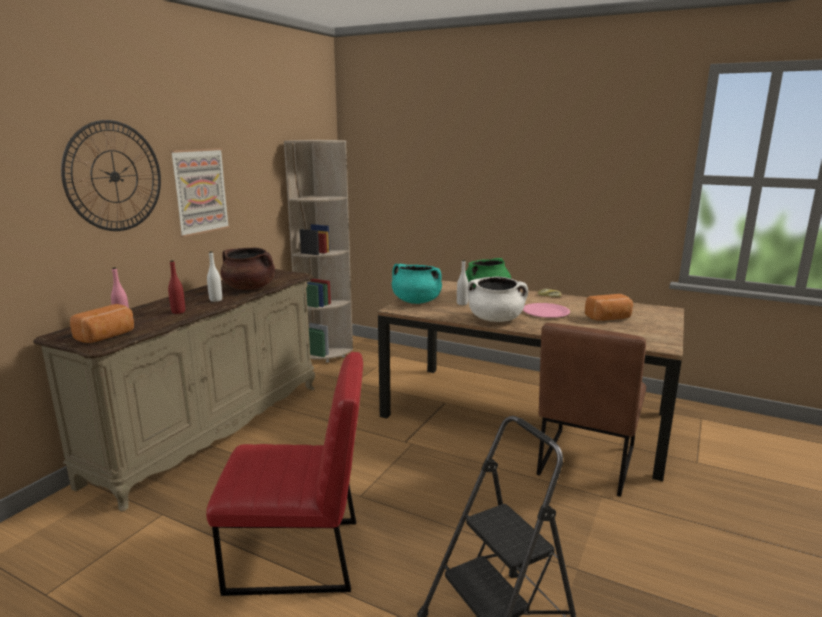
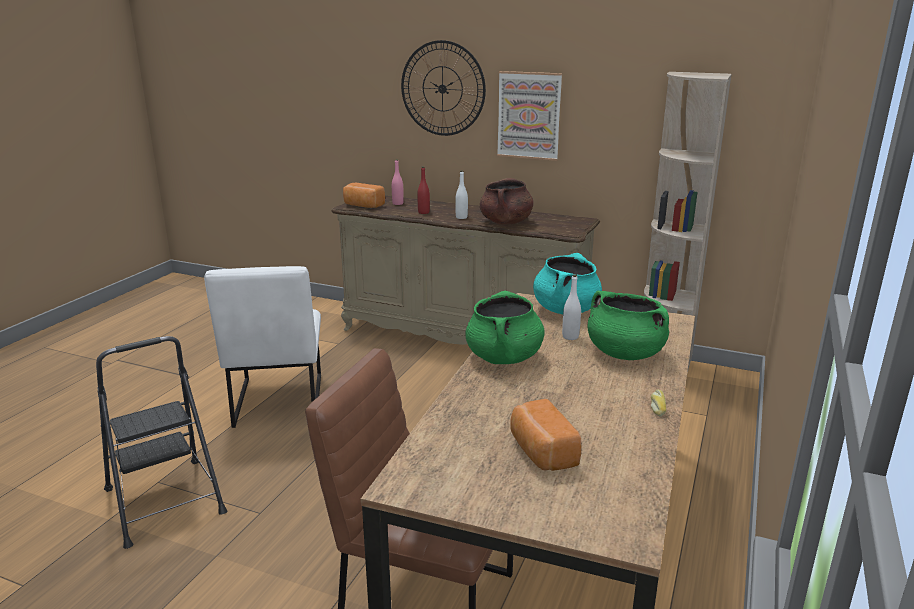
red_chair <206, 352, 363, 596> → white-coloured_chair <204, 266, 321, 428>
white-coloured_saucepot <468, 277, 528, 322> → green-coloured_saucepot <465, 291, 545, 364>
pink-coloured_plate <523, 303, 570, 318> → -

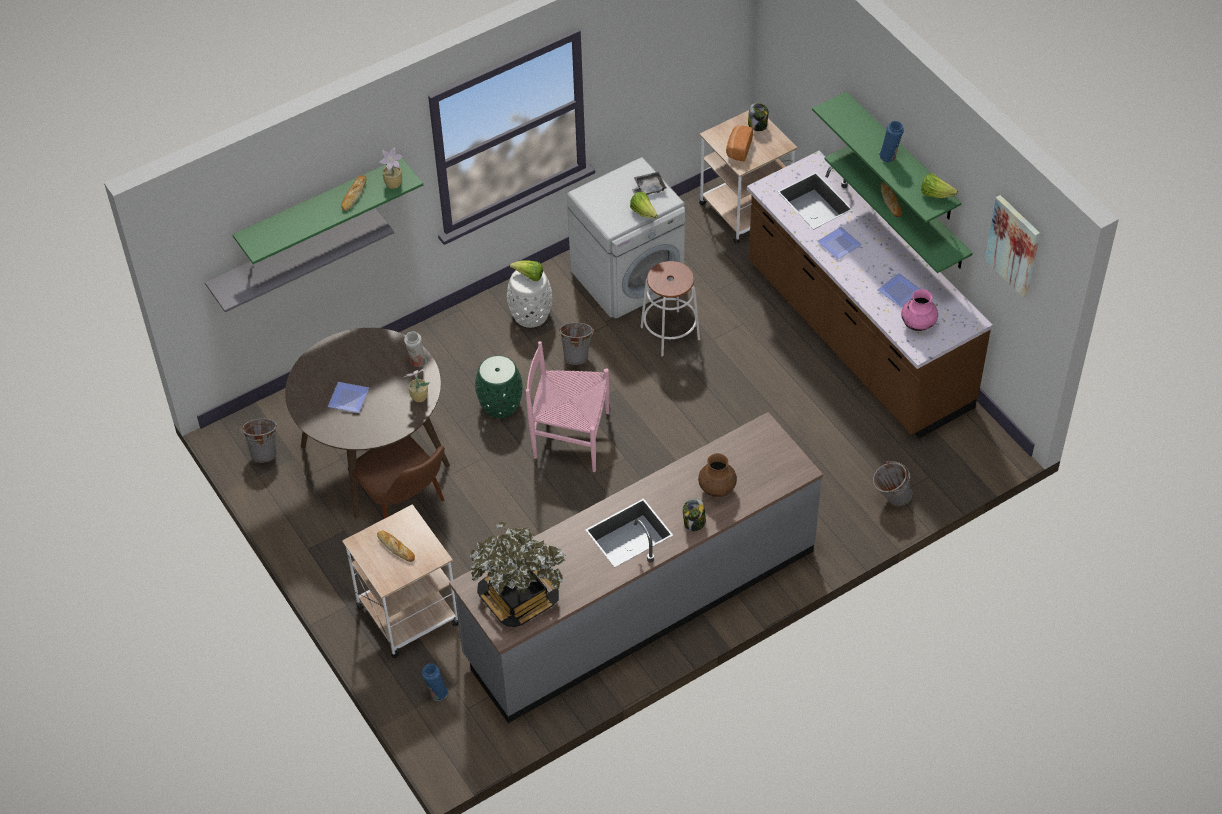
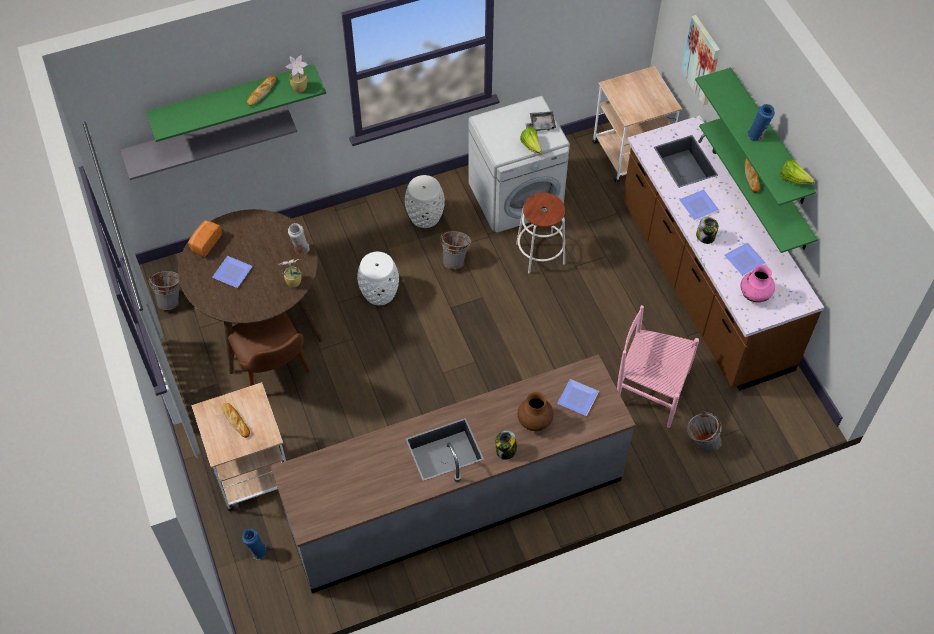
bakery_bread <726, 126, 753, 162> → bakery_bread <188, 221, 222, 257>, moved
green-coloured_stool_seat <475, 356, 523, 418> → white-coloured_stool_seat <357, 252, 399, 305>
- → plate <557, 379, 599, 416>
pink-coloured_chair <526, 341, 609, 472> → pink-coloured_chair <617, 305, 699, 428>, moved
wall_picture <985, 195, 1040, 298> → wall_picture <681, 15, 720, 106>, moved
storage_jar <748, 103, 768, 131> → storage_jar <696, 217, 719, 244>, moved
potted_plant <470, 522, 566, 627> → -
head_of_lettuce <510, 260, 543, 281> → -

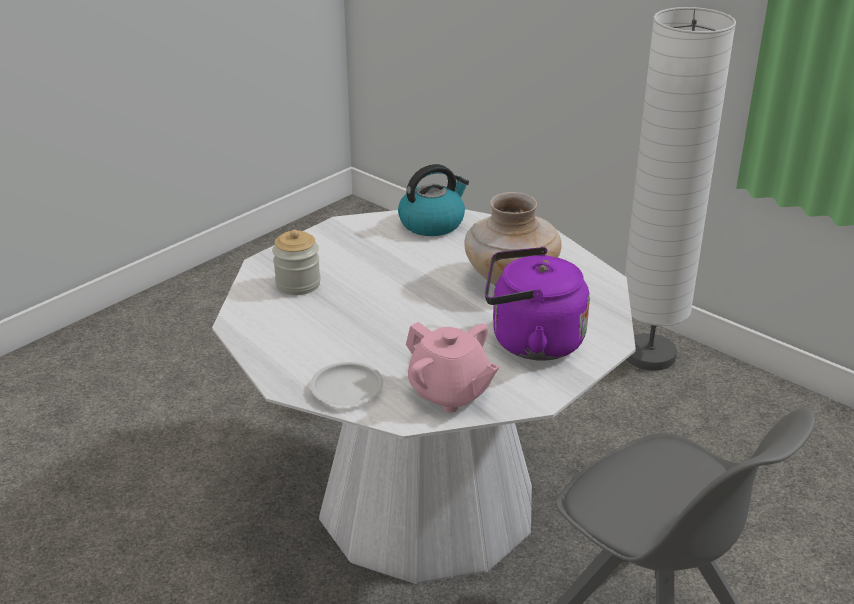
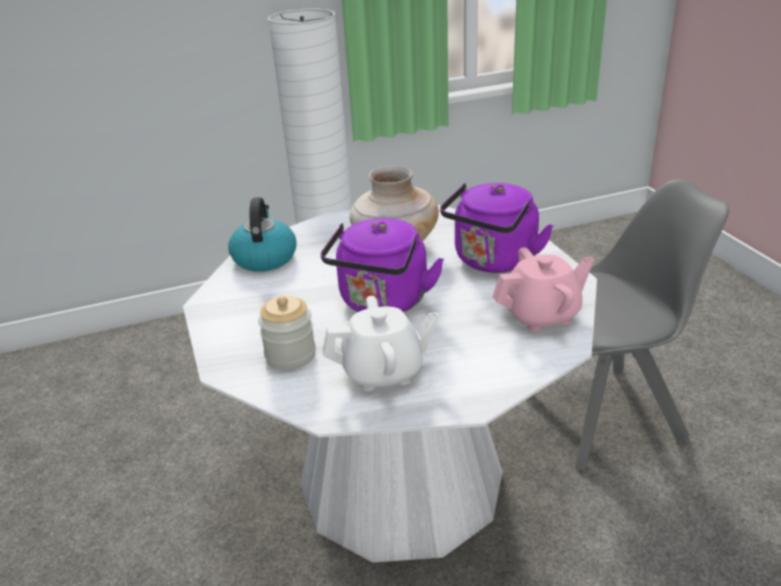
- → purplish_tea_kettle <321, 218, 444, 312>
- → white-coloured_tea_pot <323, 296, 439, 391>
white-coloured_plate <310, 362, 383, 406> → -

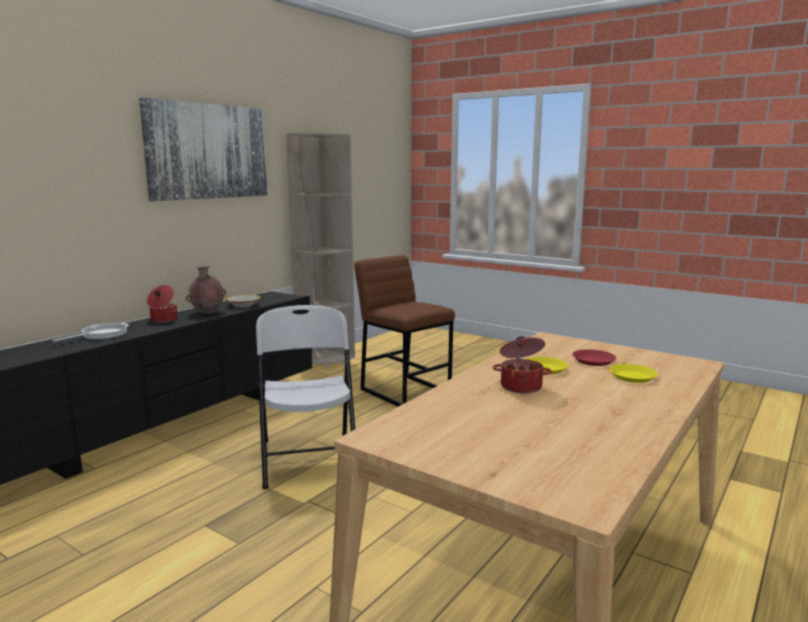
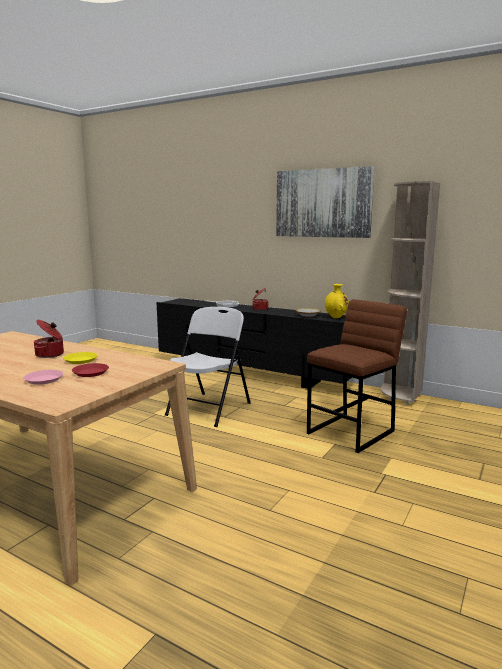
yellow-coloured_plate <609, 364, 658, 383> → pink-coloured_plate <23, 370, 63, 385>
white-coloured_chair <256, 305, 355, 489> → white-coloured_chair <165, 307, 251, 427>, 45 degrees counterclockwise
- → yellow-coloured_vase <325, 284, 349, 318>
brown-coloured_vase <186, 265, 226, 314> → -

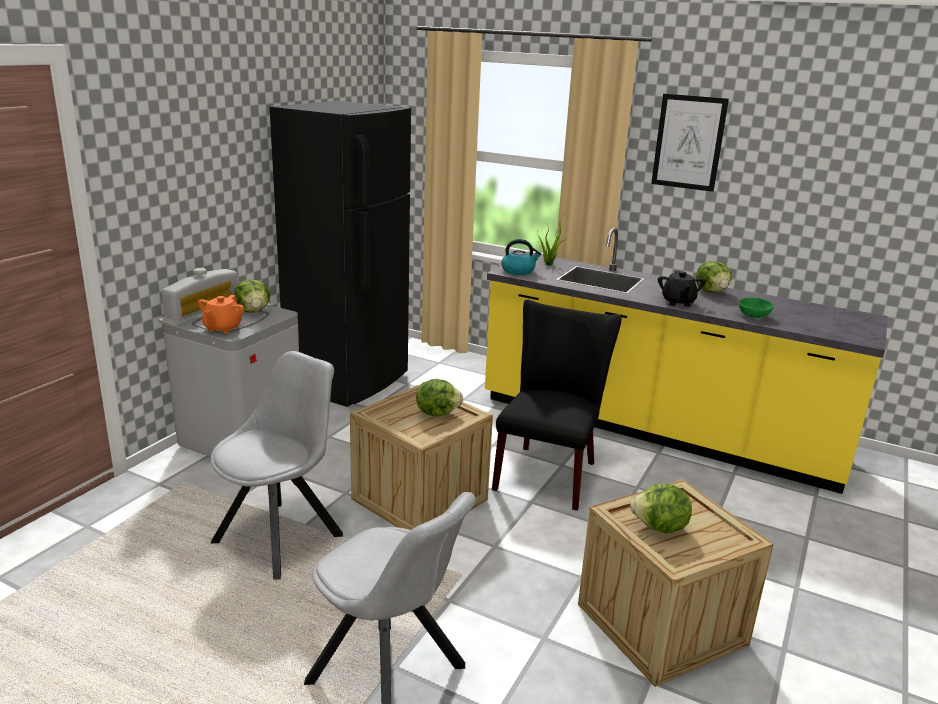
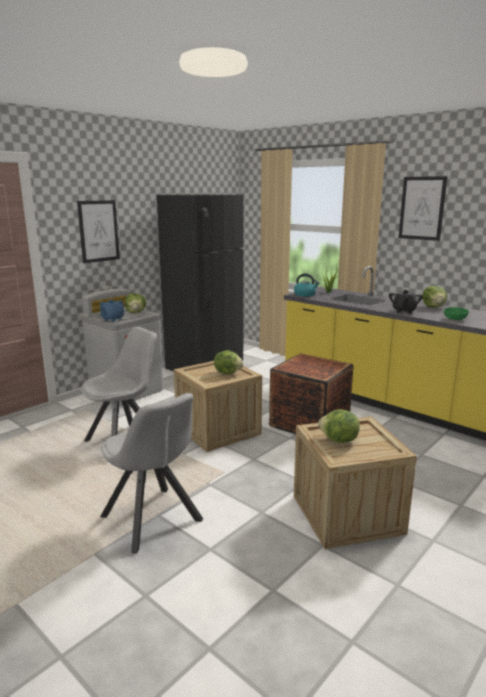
- → wall_picture <77, 200, 120, 263>
orange-coloured_tea_pot <198, 295, 244, 334> → bluish_tea_pot <100, 300, 124, 322>
black_chair <492, 299, 622, 511> → crate <269, 353, 354, 434>

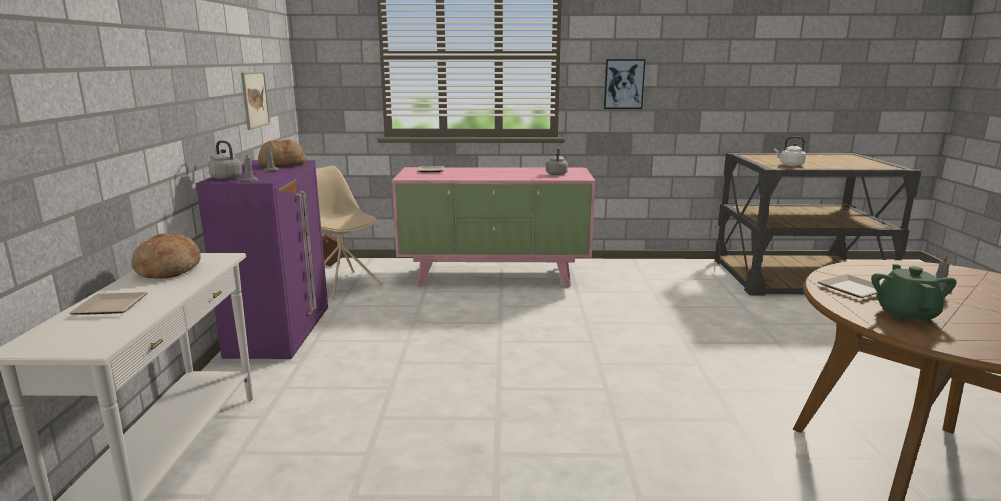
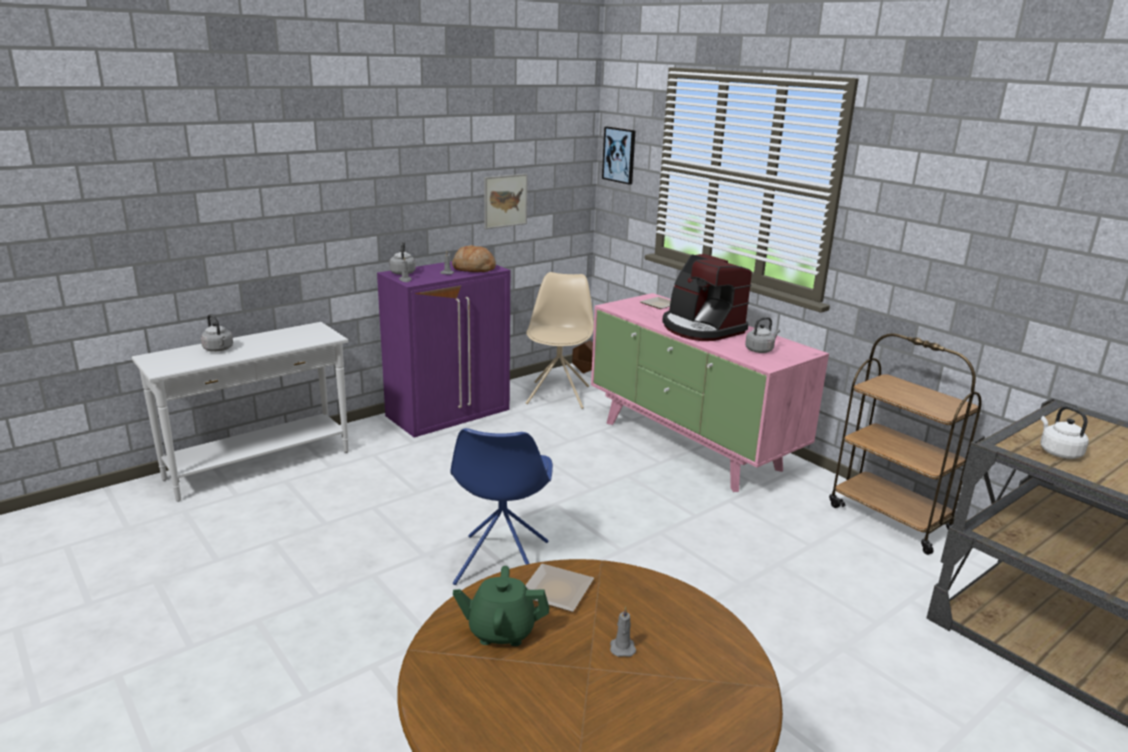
plate <69, 292, 148, 315> → gray_tea_kettle <201, 314, 233, 352>
- → bluish_chair <450, 428, 553, 585>
green-coloured_tea_pot <871, 264, 957, 323> → green-coloured_tea_pot <453, 566, 549, 646>, 150 degrees counterclockwise
wall_picture <604, 59, 646, 109> → wall_picture <602, 127, 636, 185>, moved
- → coffee_brewer <662, 254, 752, 341>
- → brown-coloured_wheeled_cart <829, 333, 982, 555>
bakery_bread <131, 233, 201, 279> → -

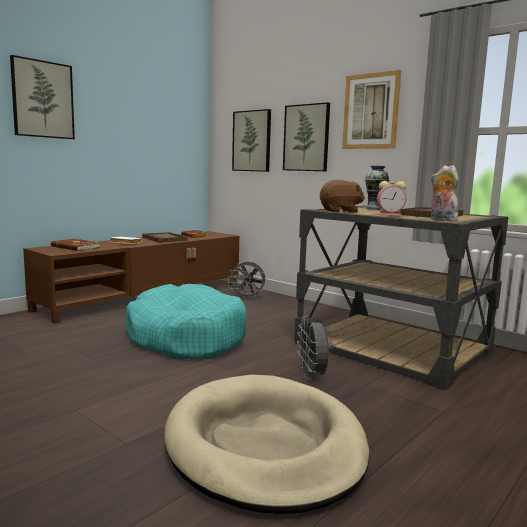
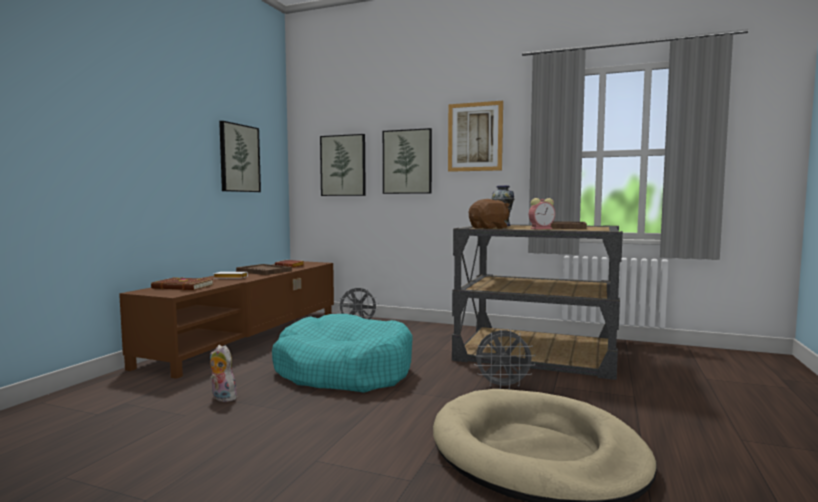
cuddly_toy <431, 165, 459, 222> → cuddly_toy <210, 345, 237, 402>, moved
wall_picture <10, 55, 75, 139> → wall_picture <219, 121, 261, 192>, moved
gray_cooling_fan <297, 316, 333, 380> → gray_cooling_fan <474, 330, 536, 389>, 60 degrees counterclockwise

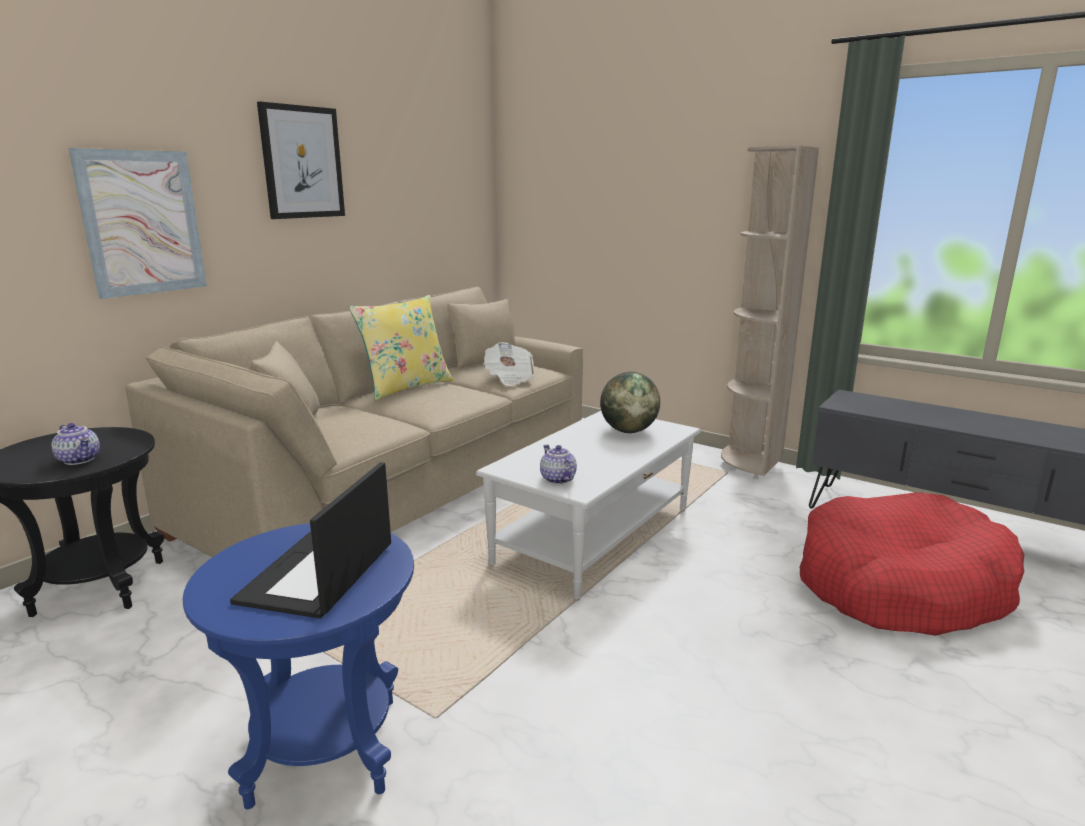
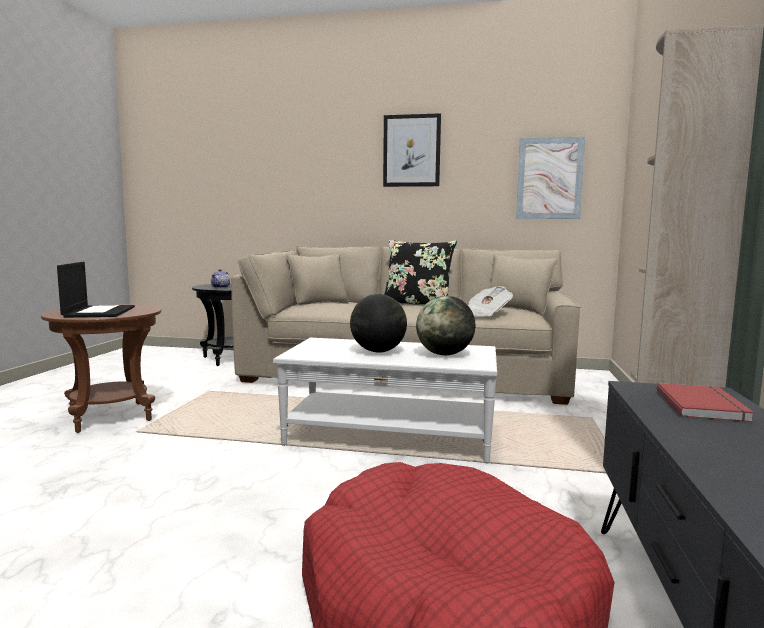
bluish_side_table <183, 523, 414, 810> → brown-coloured_side_table <41, 304, 161, 433>
notebook_computer <230, 462, 391, 619> → notebook_computer <57, 262, 135, 318>, 90 degrees clockwise
- → world_globe <350, 294, 407, 353>
yellow-coloured_cushion <349, 295, 453, 400> → black_cushion <384, 240, 457, 305>
wall_picture <68, 148, 207, 299> → wall_picture <516, 137, 585, 219>, moved
- → red_volume <657, 383, 755, 422>
tea_pot <540, 445, 577, 484> → -

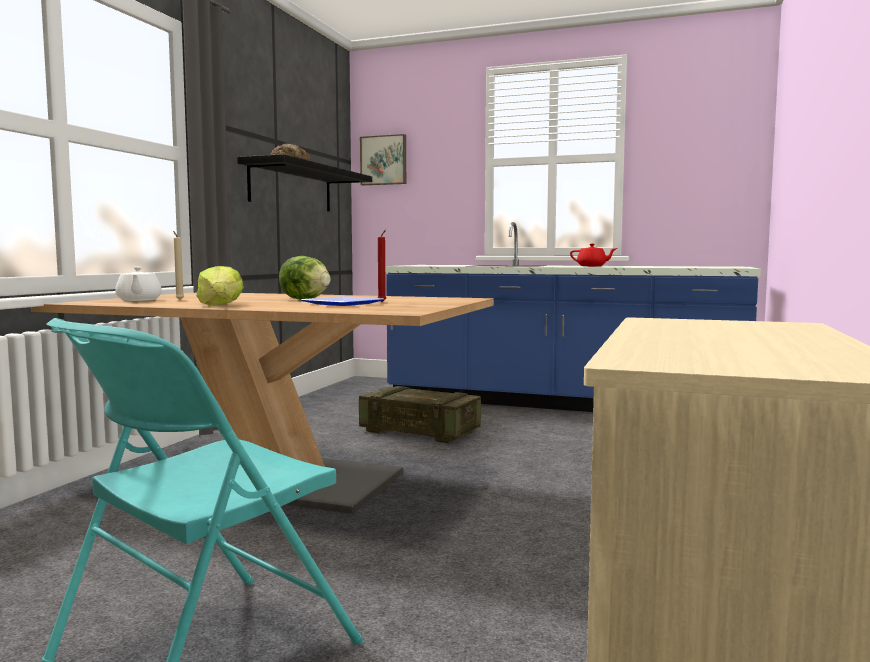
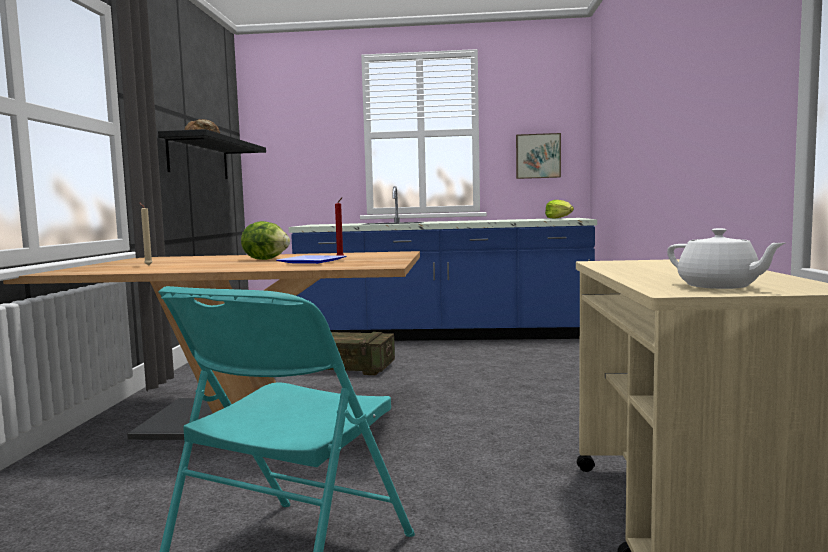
wall_picture <360, 134, 406, 185> → wall_picture <516, 133, 561, 179>, moved
head_of_lettuce <196, 266, 244, 305> → head_of_lettuce <545, 200, 574, 219>, moved
white-coloured_tea_pot <115, 267, 162, 301> → white-coloured_tea_pot <667, 228, 786, 289>, moved
red_tea_pot <570, 244, 617, 266> → -

